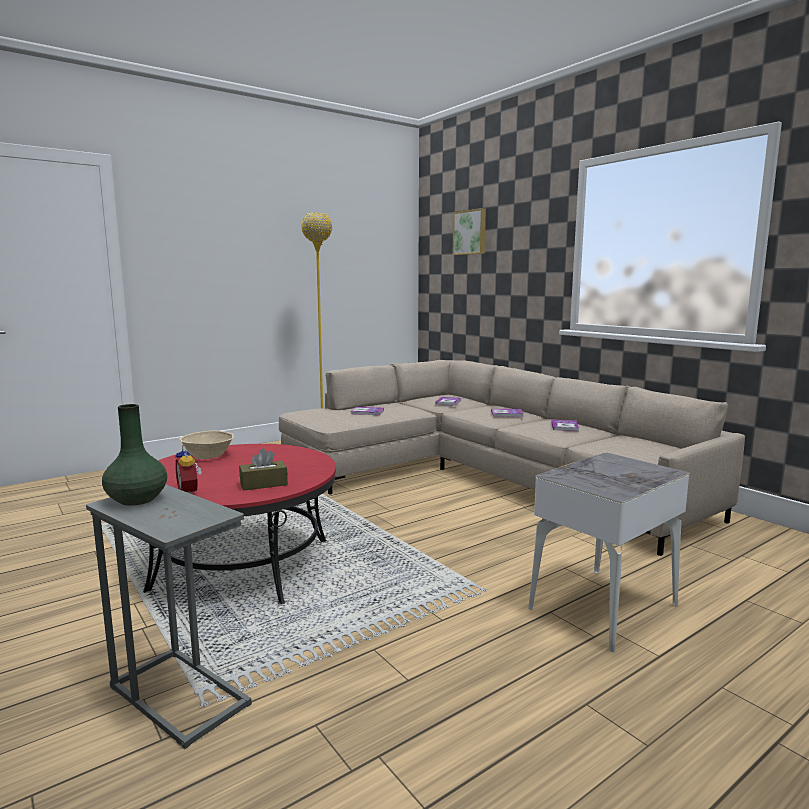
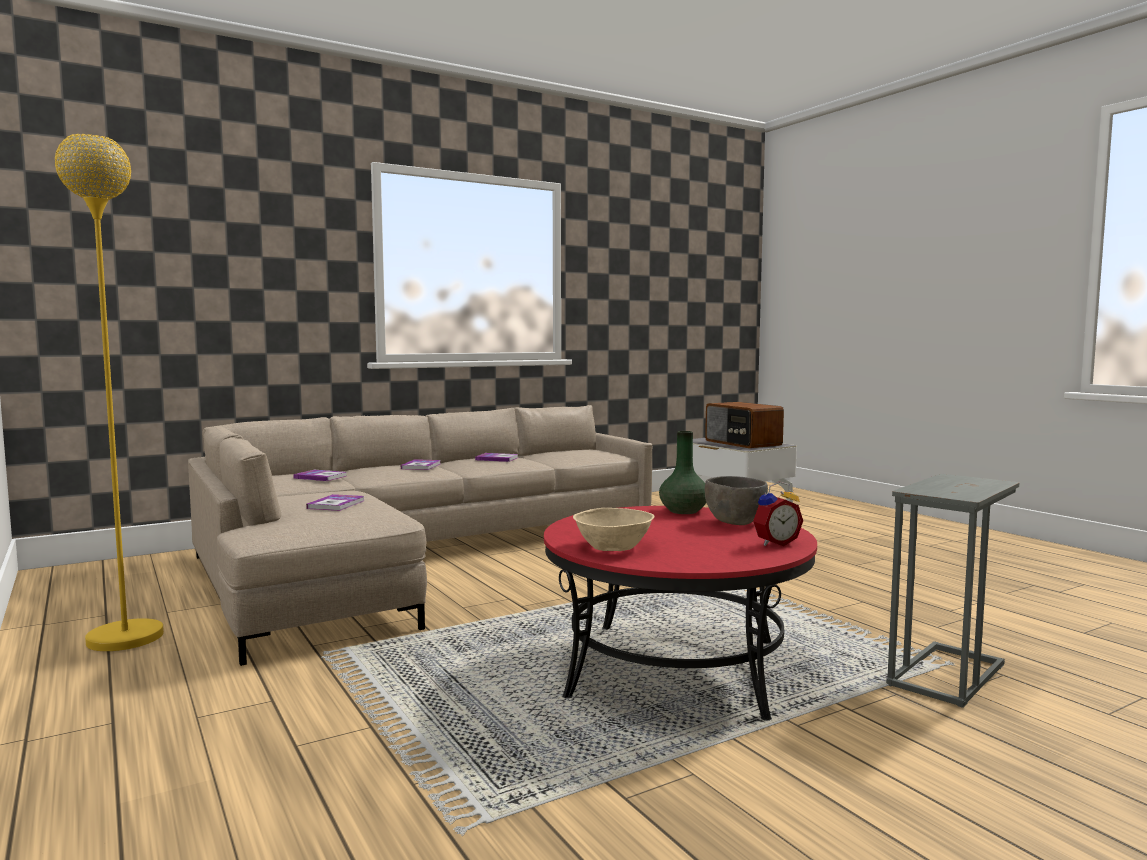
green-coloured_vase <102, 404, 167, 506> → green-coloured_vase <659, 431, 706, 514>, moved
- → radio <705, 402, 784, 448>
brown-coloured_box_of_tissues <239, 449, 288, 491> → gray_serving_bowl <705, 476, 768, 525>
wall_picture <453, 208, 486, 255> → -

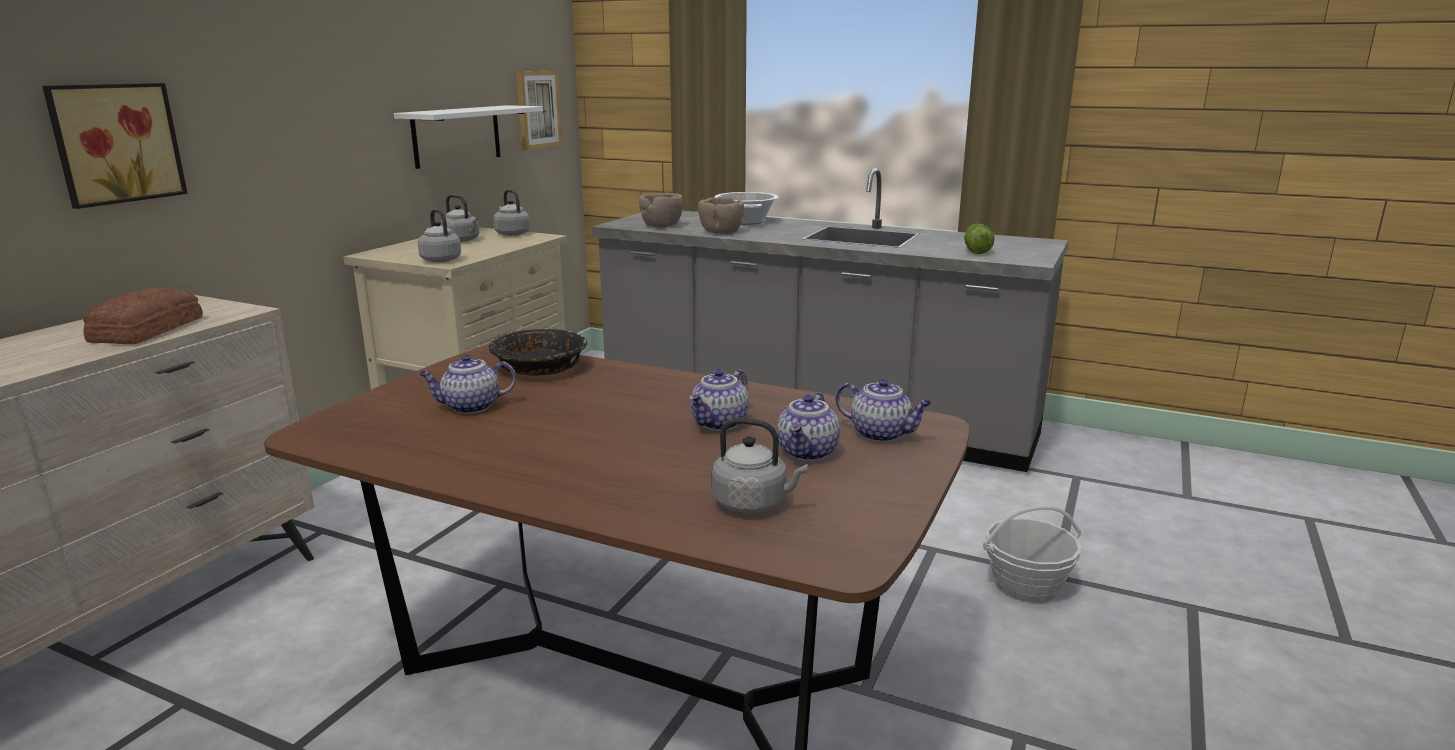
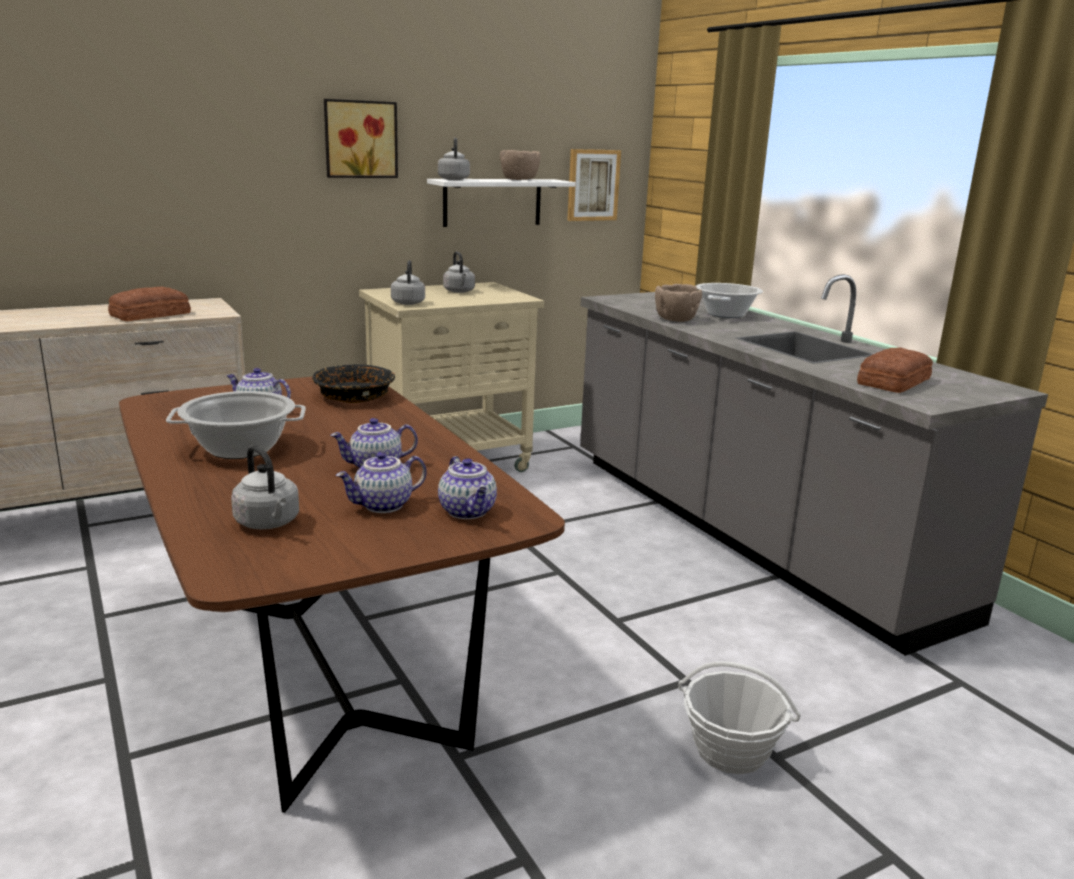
- → saucepot <166, 391, 306, 459>
wall_picture <42, 83, 188, 209> → wall_picture <324, 99, 398, 178>, moved
gray_tea_kettle <493, 190, 530, 236> → gray_tea_kettle <438, 138, 470, 180>, moved
brown-coloured_serving_bowl <639, 193, 683, 227> → brown-coloured_serving_bowl <500, 150, 541, 180>, moved
head_of_lettuce <964, 224, 995, 254> → bakery_bread <857, 348, 933, 393>

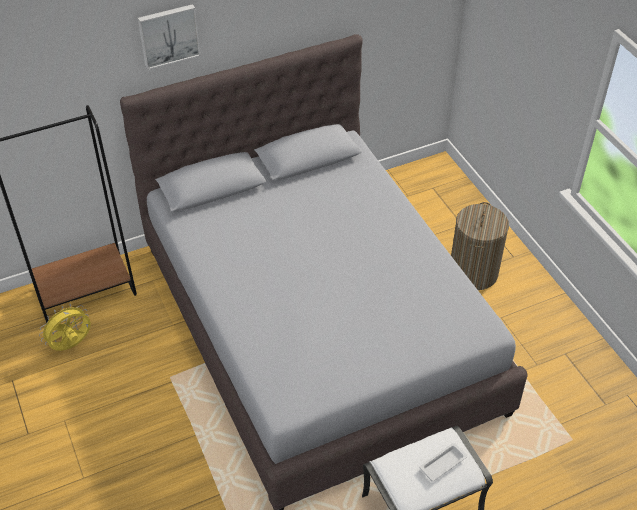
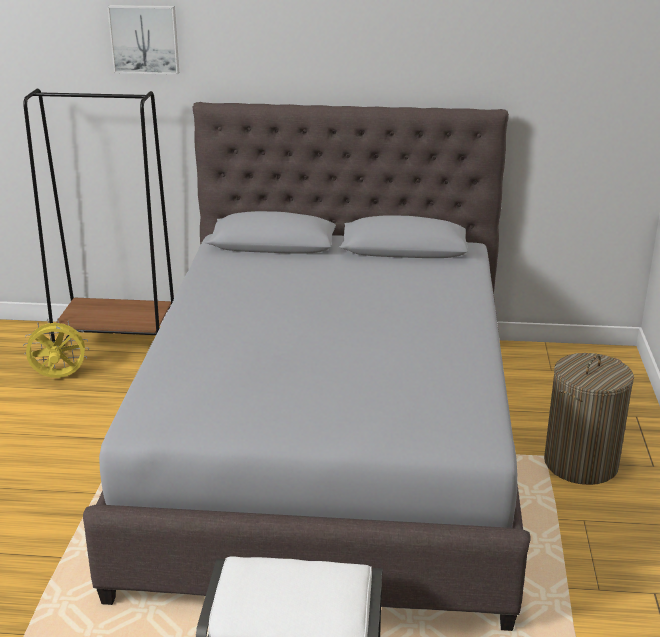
wall_picture <138, 4, 200, 70> → wall_picture <107, 5, 179, 75>, moved
white-coloured_serving_tray <419, 443, 467, 481> → -

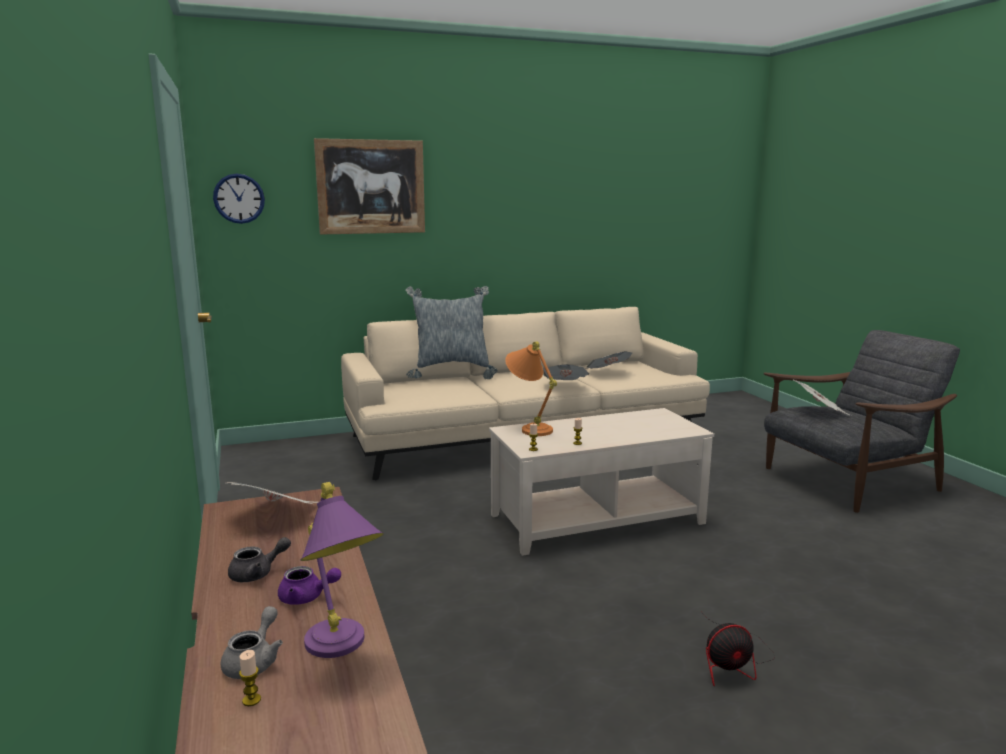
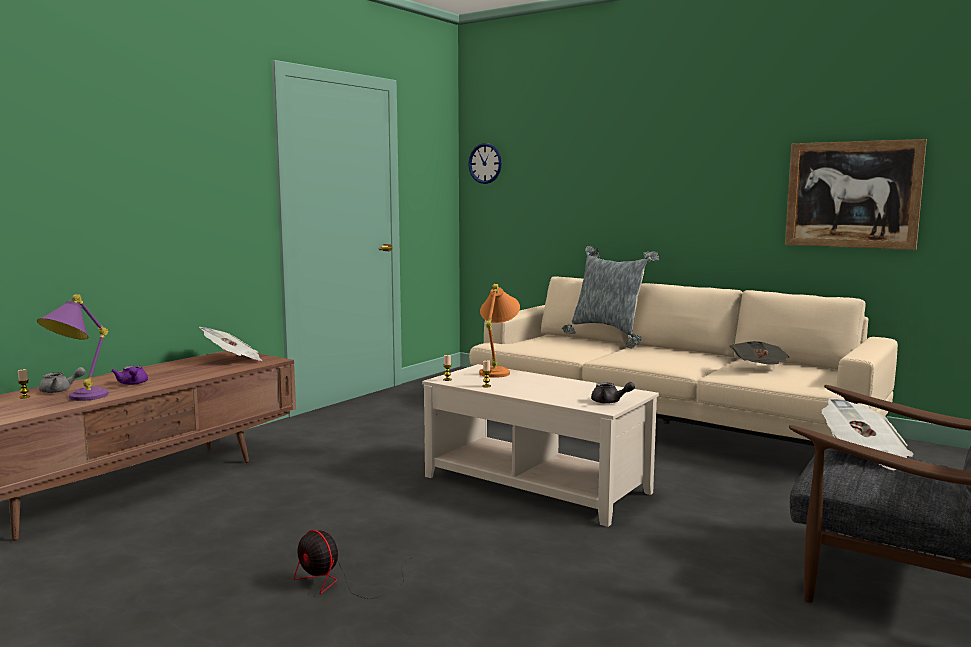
gray_tea_pot <228, 537, 291, 582> → gray_tea_pot <591, 382, 635, 404>, moved
wall_picture <314, 138, 425, 235> → wall_picture <785, 139, 927, 250>, moved
daily_paper <543, 364, 589, 380> → -

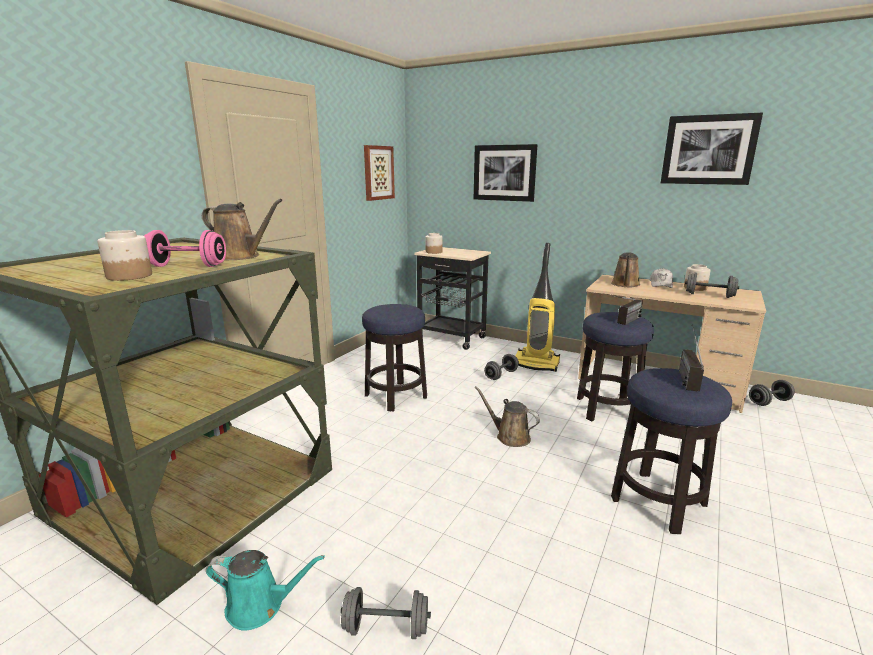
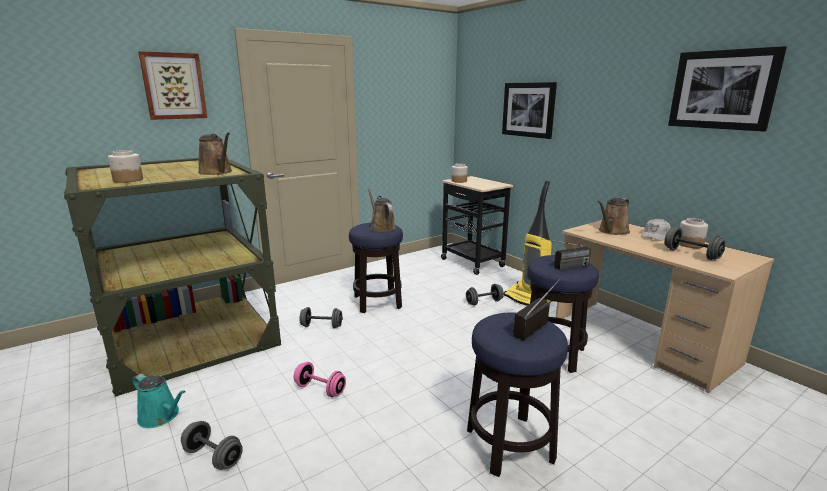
wall_picture <364, 145, 395, 201> → wall_picture <139, 51, 208, 120>, moved
pink-coloured_hand_weight <144, 230, 226, 267> → pink-coloured_hand_weight <293, 362, 346, 397>, moved
gray_hand_weight <749, 380, 795, 406> → gray_hand_weight <299, 307, 343, 329>, moved
brown-coloured_sprinkling_can <474, 386, 540, 447> → brown-coloured_sprinkling_can <368, 188, 396, 232>, moved

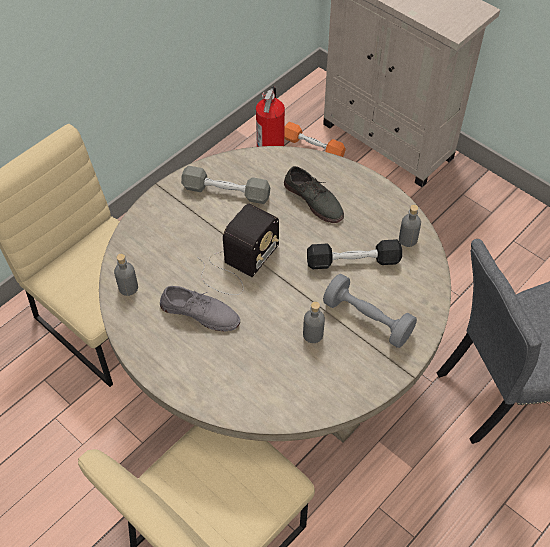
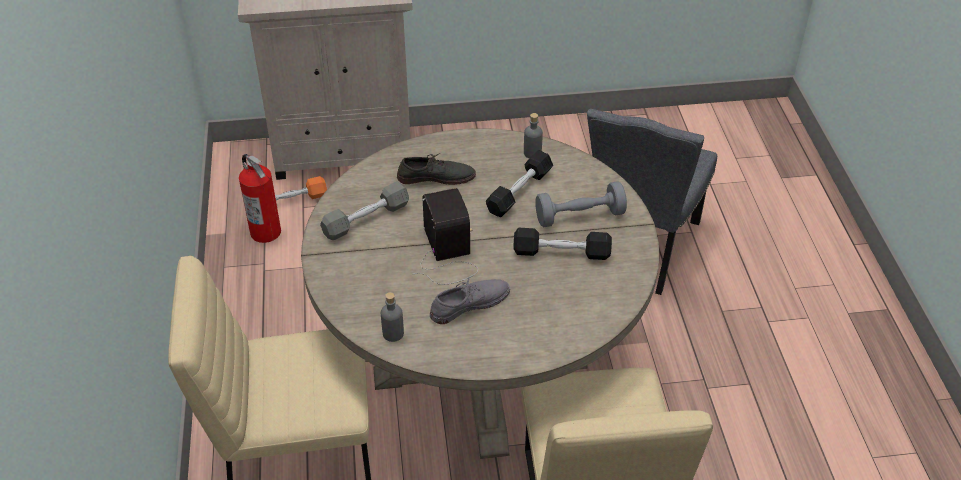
gray_drink_bottle <303, 301, 325, 343> → black_hand_weight <513, 228, 612, 260>

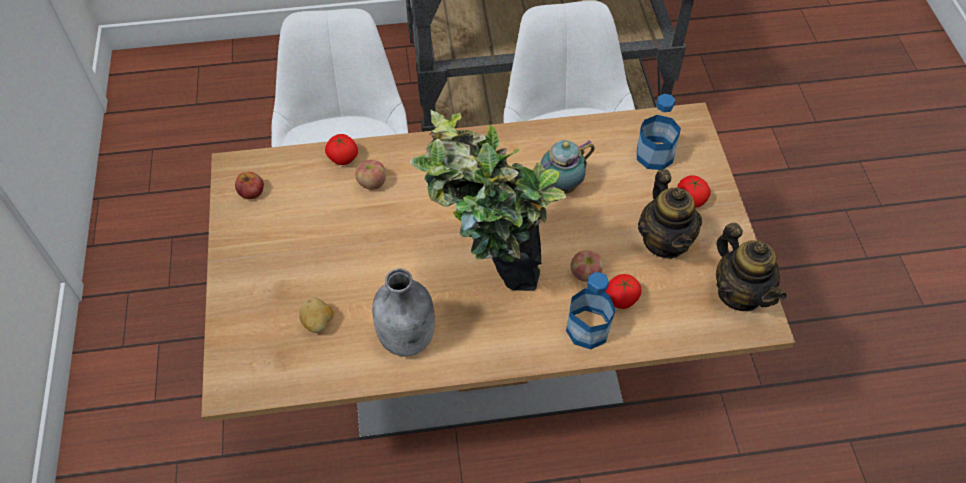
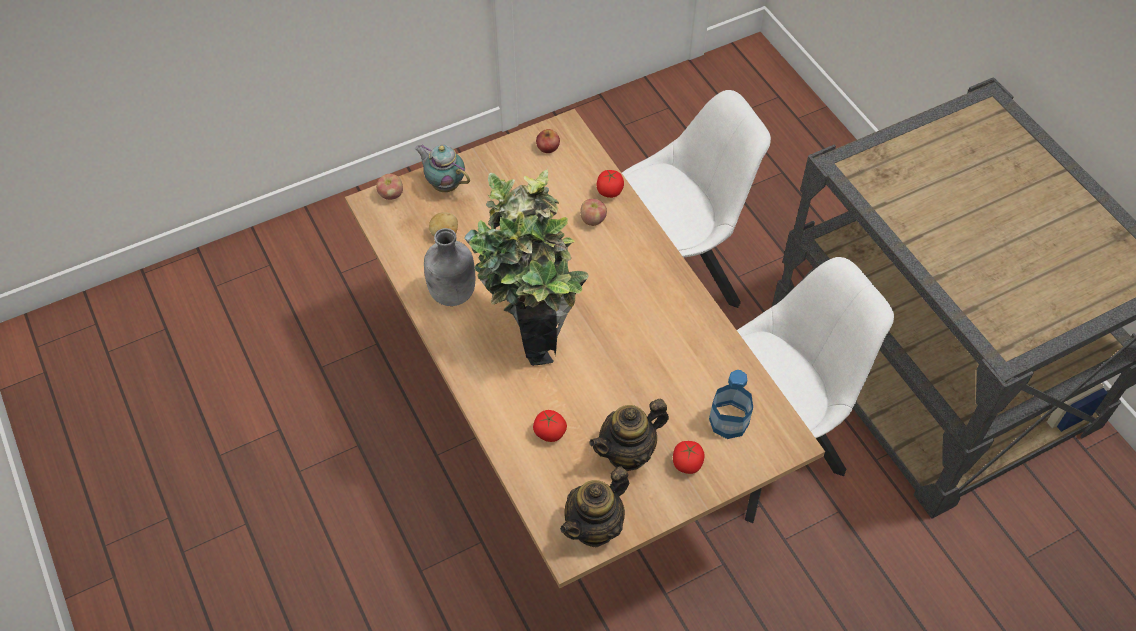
whole_apple <571, 250, 603, 282> → whole_apple <376, 174, 403, 200>, moved
tea_pot <540, 140, 595, 194> → tea_pot <415, 144, 470, 192>, moved
drink_bottle <566, 272, 615, 349> → -

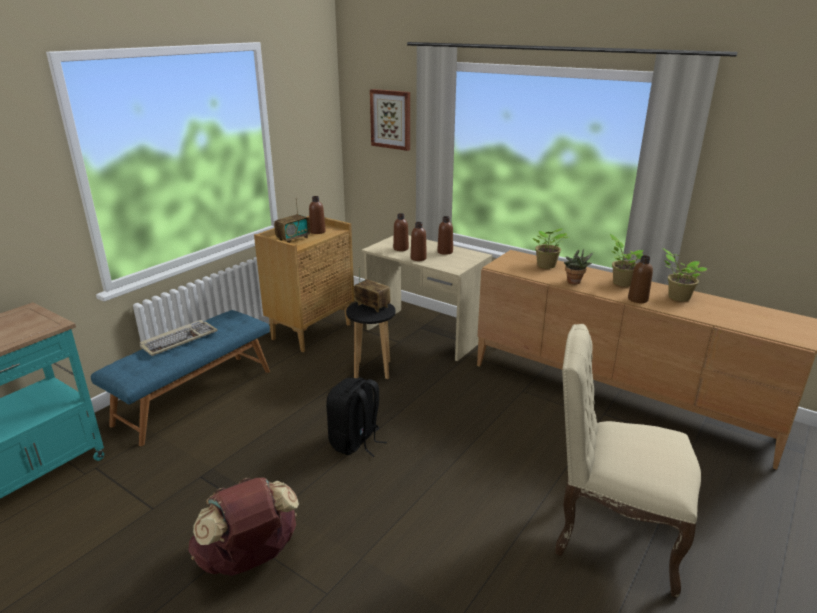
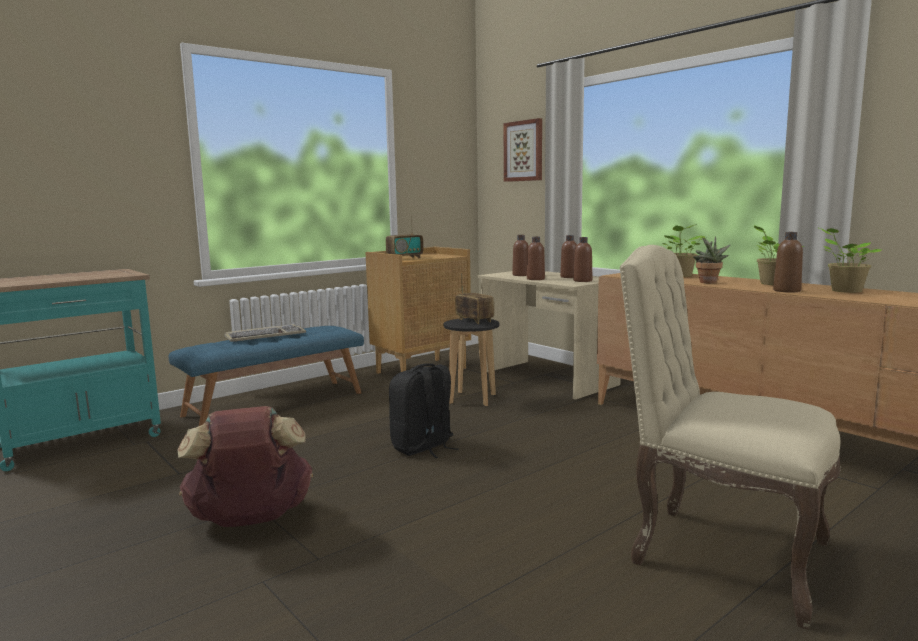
brown-coloured_drink_bottle <309, 196, 326, 234> → brown-coloured_drink_bottle <573, 237, 592, 282>, moved

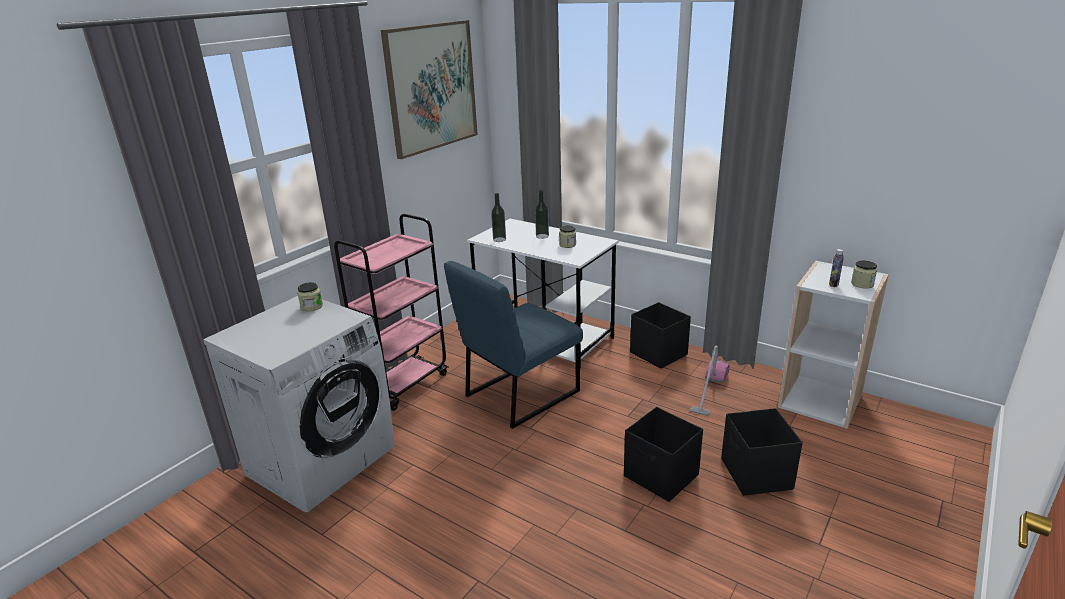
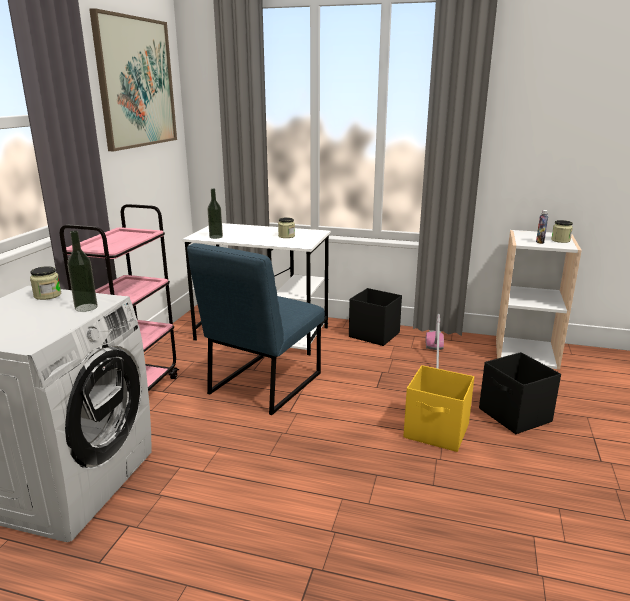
drink_bottle <535, 190, 549, 239> → drink_bottle <67, 231, 98, 312>, moved
black_storage_bin <624, 407, 703, 502> → yellow-coloured_storage_bin <404, 365, 474, 452>

